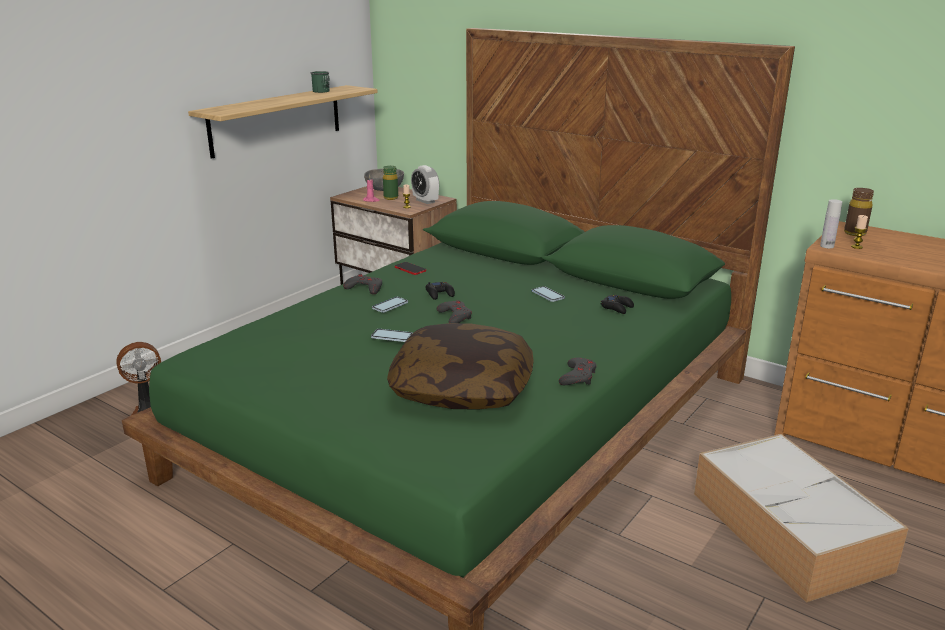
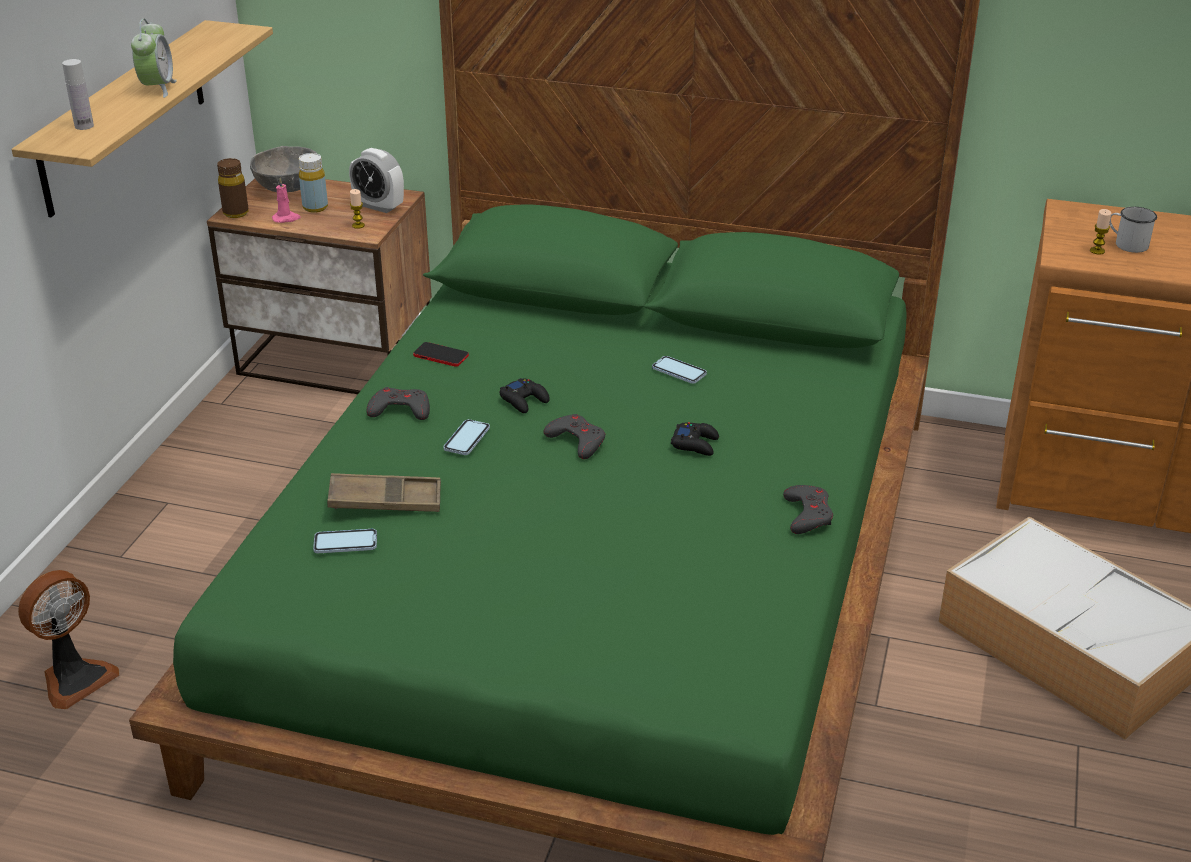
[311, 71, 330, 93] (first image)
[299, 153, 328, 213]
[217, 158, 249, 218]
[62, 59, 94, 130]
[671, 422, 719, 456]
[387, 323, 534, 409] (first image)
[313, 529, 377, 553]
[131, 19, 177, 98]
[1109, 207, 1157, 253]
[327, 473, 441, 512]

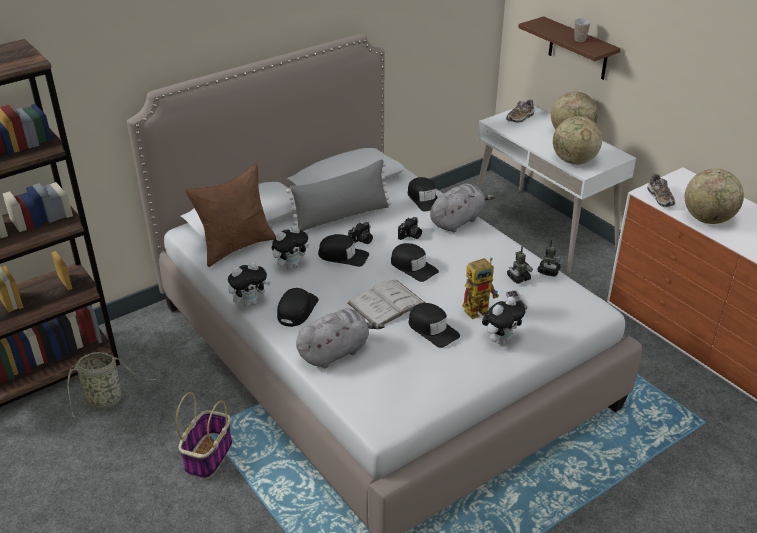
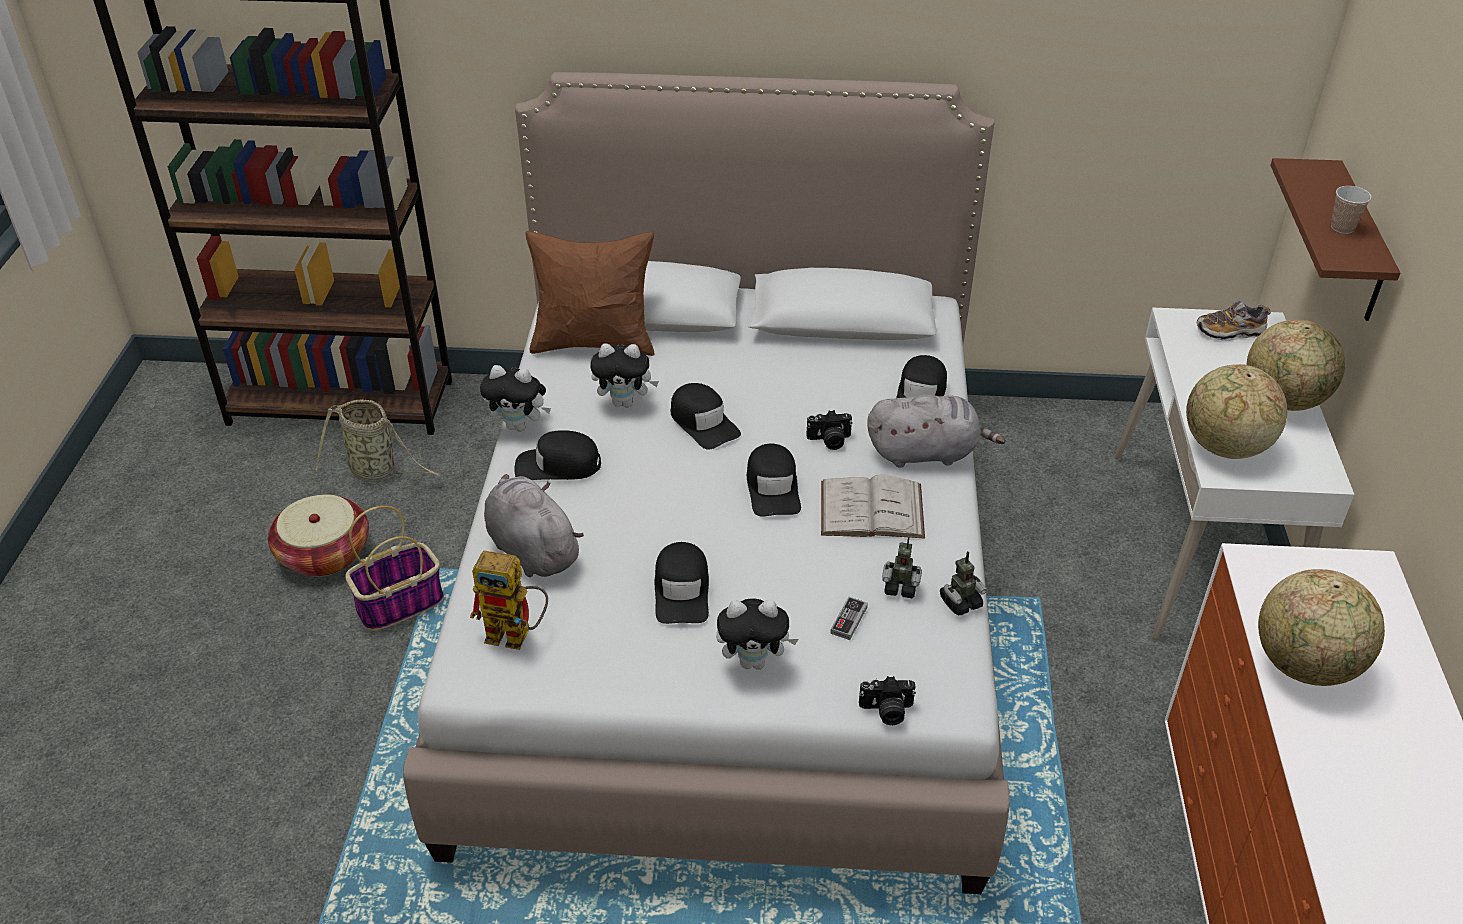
[286, 159, 391, 231] (first image)
[647, 173, 675, 207] (first image)
[859, 676, 916, 725]
[470, 551, 548, 650]
[821, 474, 925, 539]
[515, 430, 601, 480]
[484, 474, 584, 577]
[268, 494, 369, 577]

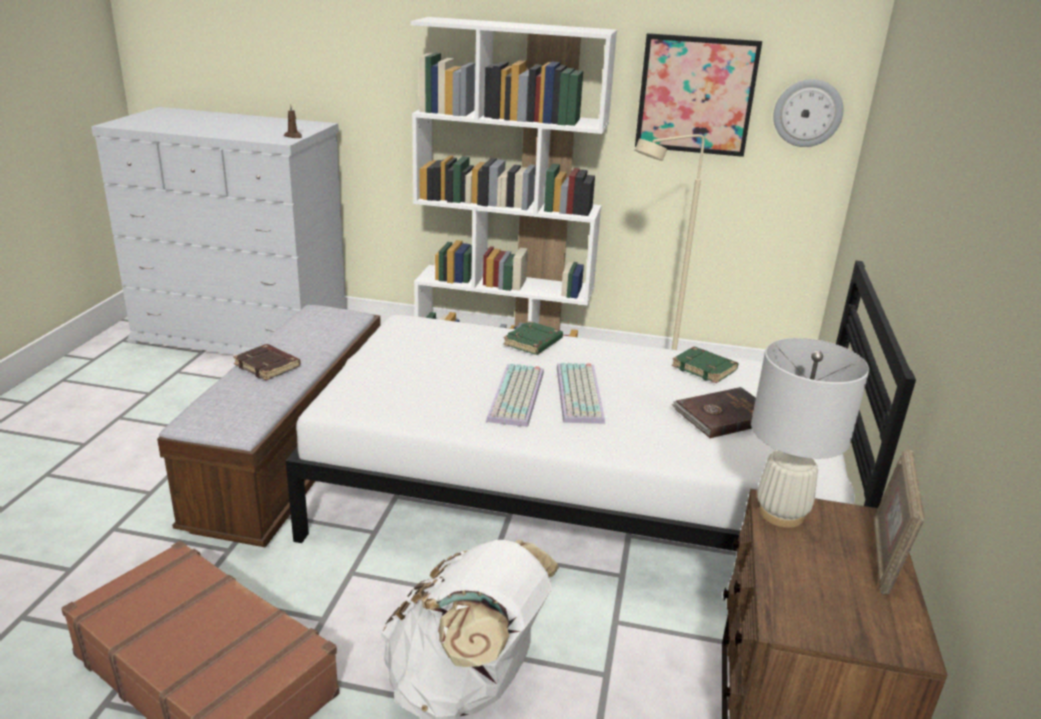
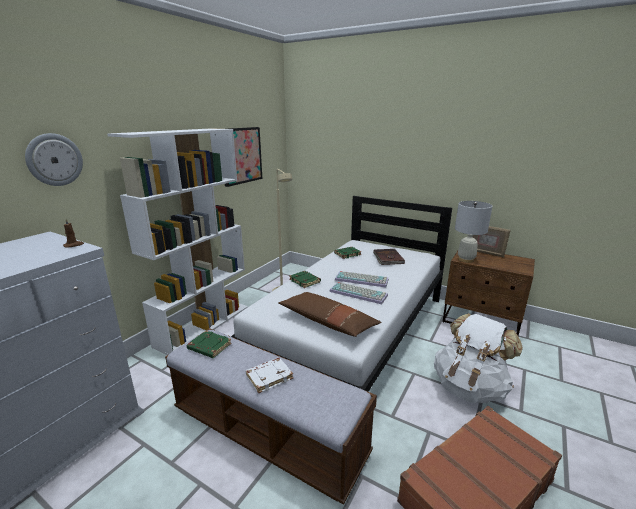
[25, 133, 83, 186]
[246, 357, 293, 393]
[278, 292, 381, 337]
[187, 331, 232, 358]

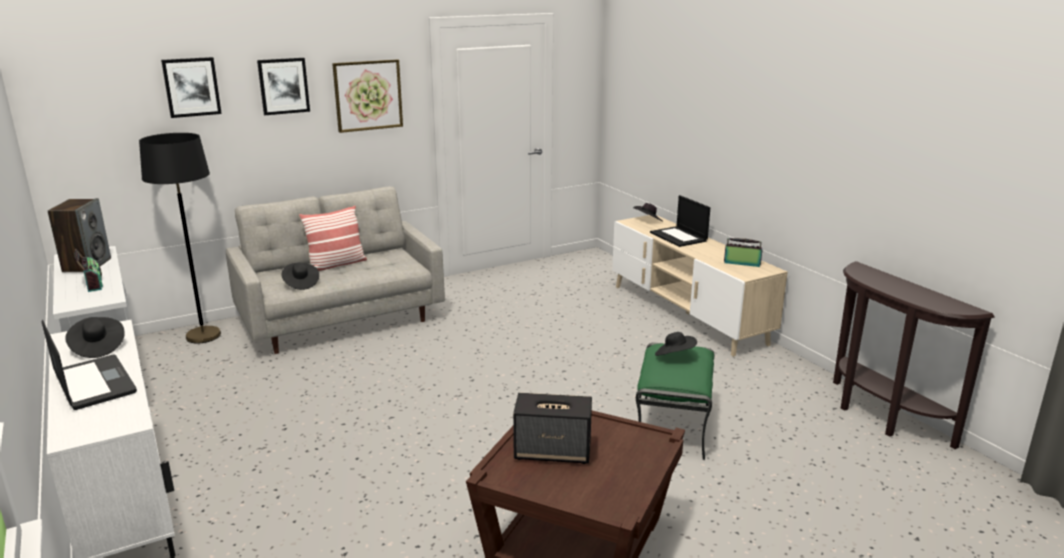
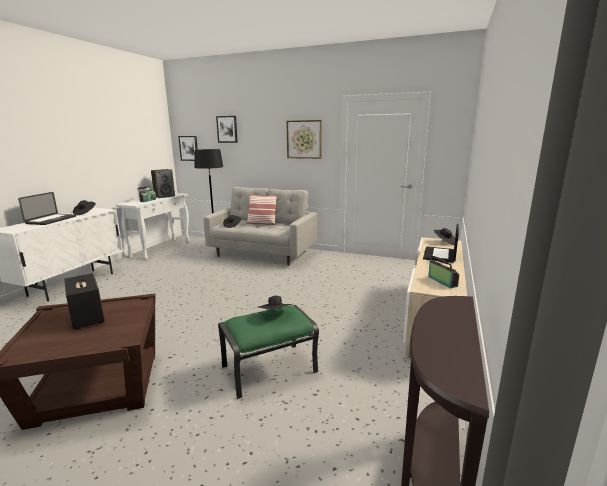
[178, 136, 198, 161]

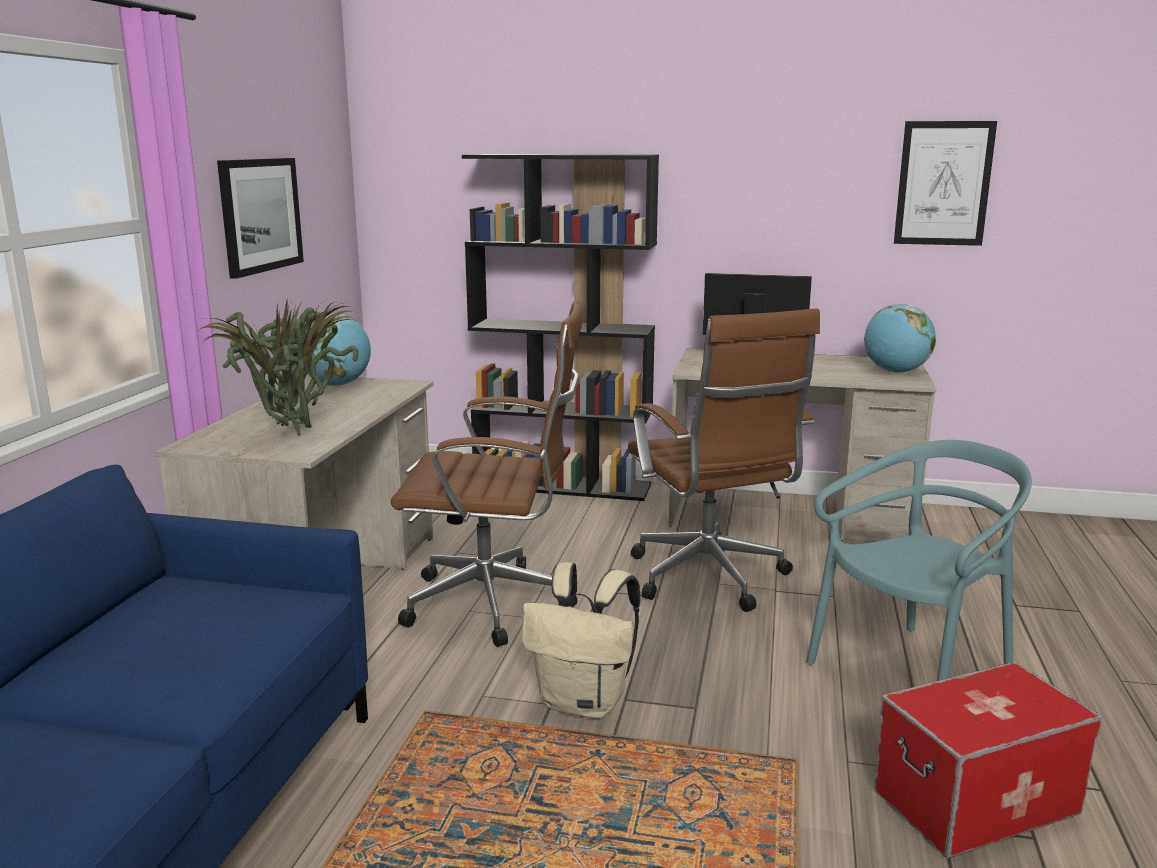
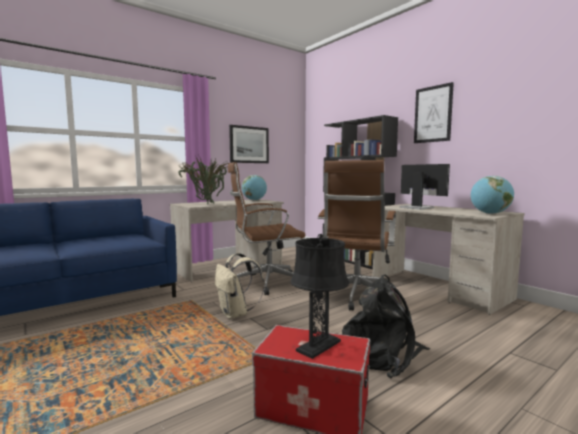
[414, 82, 454, 143]
[228, 162, 305, 295]
[342, 274, 430, 378]
[290, 234, 349, 359]

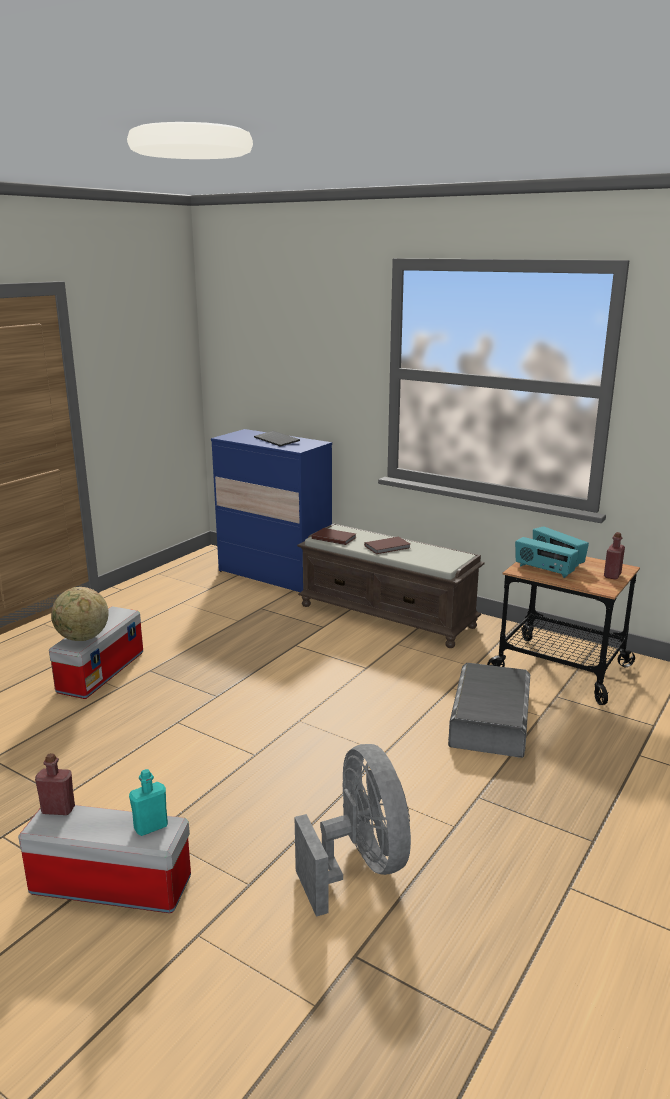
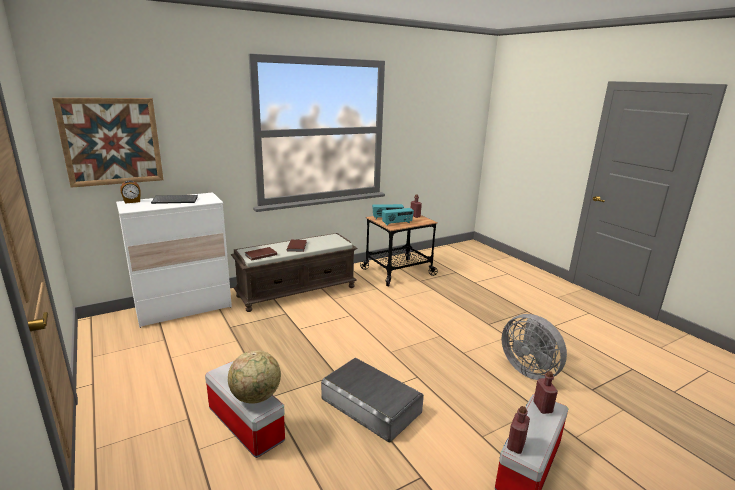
[116, 192, 232, 328]
[321, 358, 424, 442]
[501, 314, 567, 380]
[533, 371, 558, 414]
[52, 98, 163, 188]
[120, 181, 141, 204]

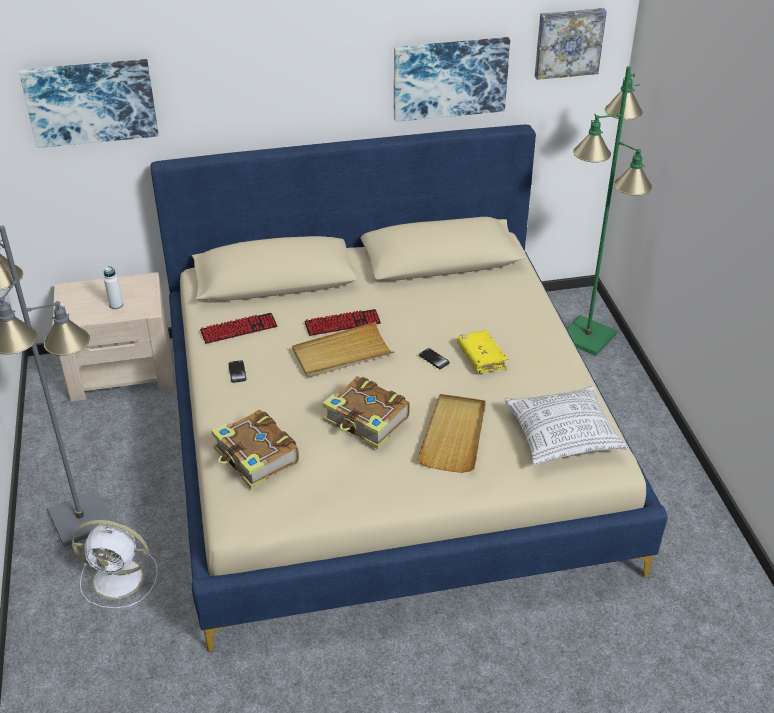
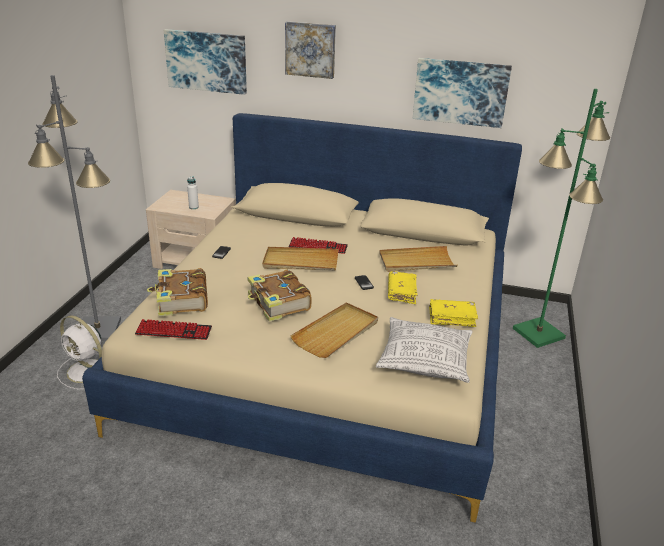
[285, 21, 336, 79]
[135, 319, 212, 340]
[379, 246, 458, 272]
[429, 299, 478, 327]

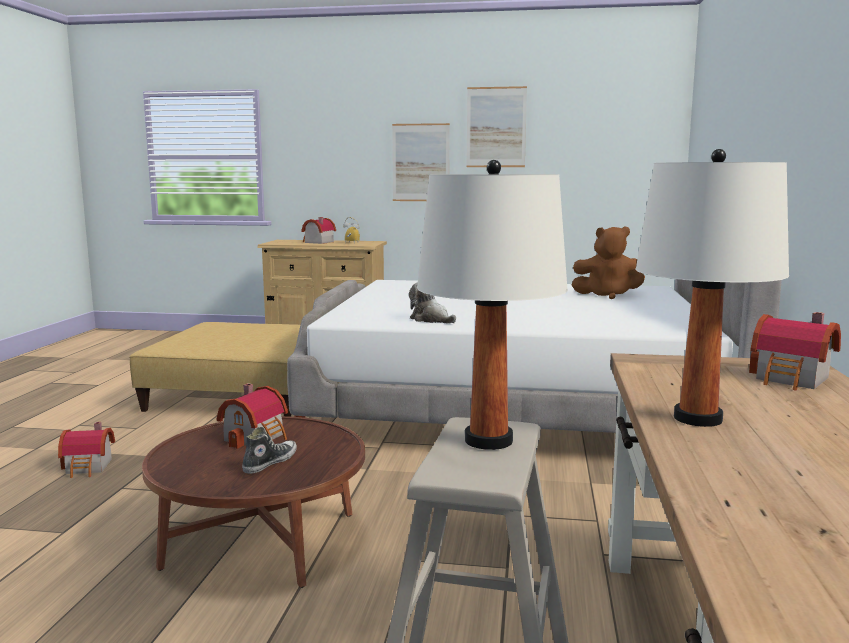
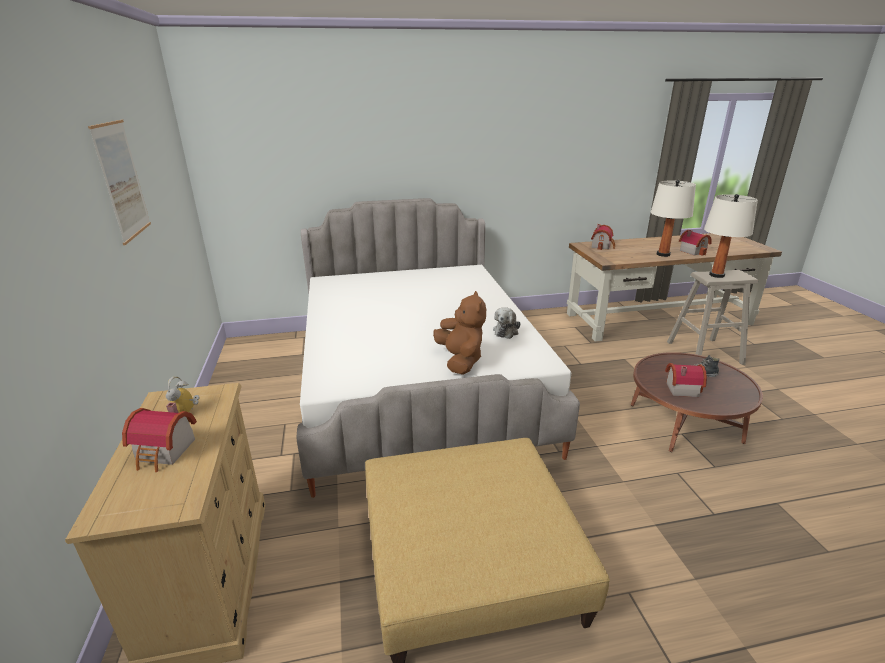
[392, 123, 450, 201] (first image)
[433, 291, 486, 375]
[679, 230, 712, 256]

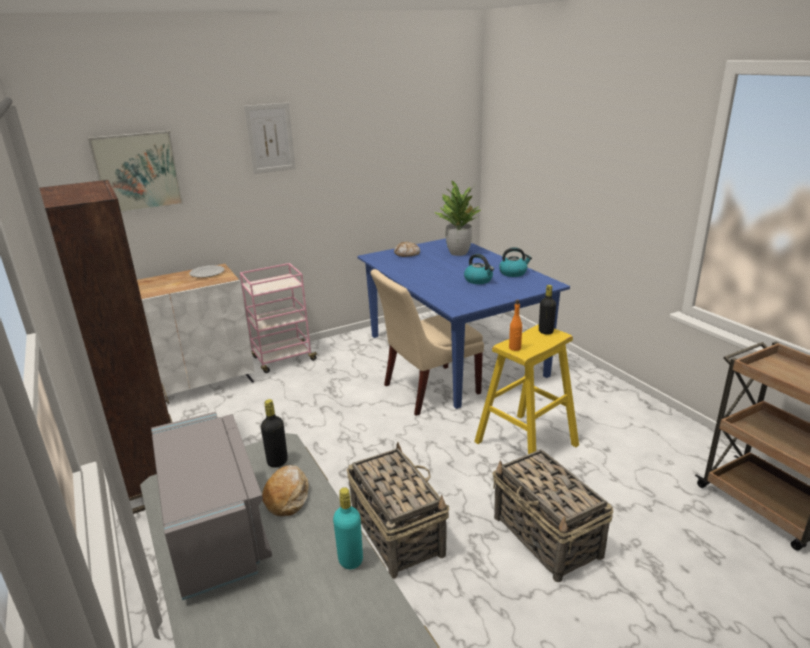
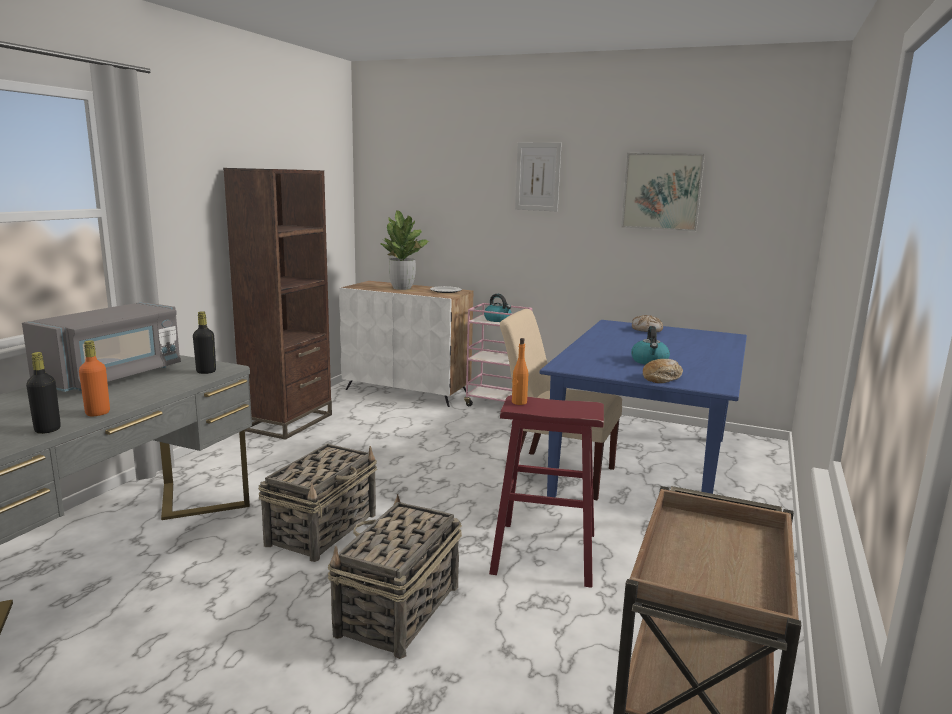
[621, 153, 705, 231]
[380, 210, 429, 290]
[484, 294, 512, 322]
[26, 352, 61, 434]
[489, 395, 604, 588]
[643, 359, 683, 383]
[79, 340, 110, 416]

